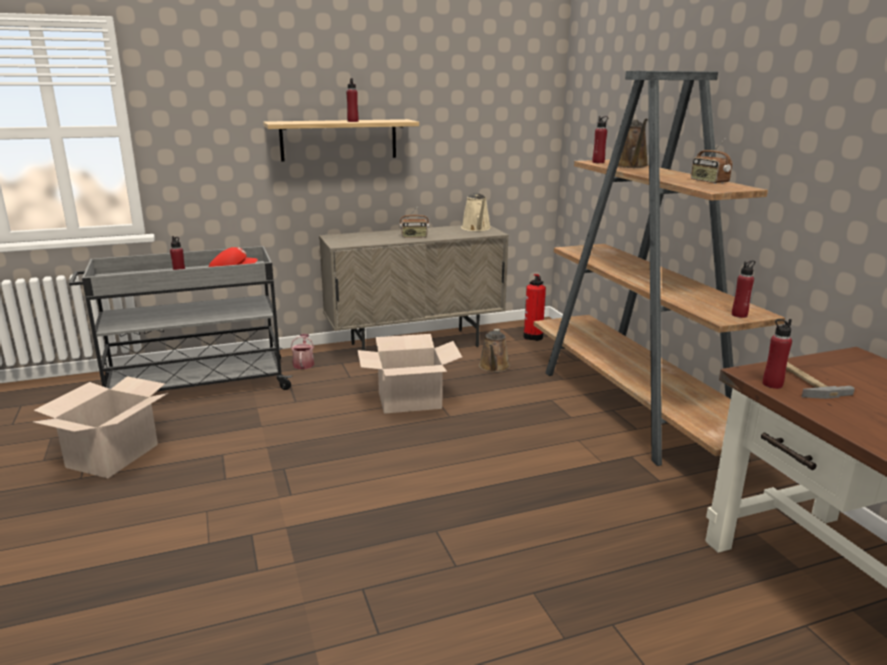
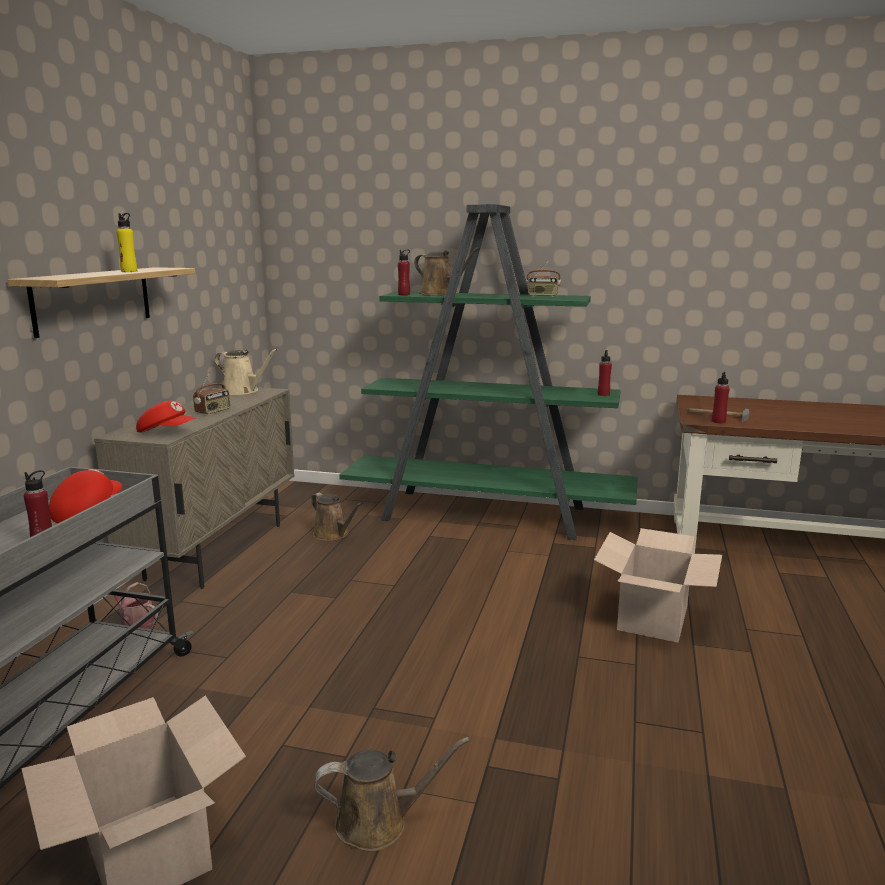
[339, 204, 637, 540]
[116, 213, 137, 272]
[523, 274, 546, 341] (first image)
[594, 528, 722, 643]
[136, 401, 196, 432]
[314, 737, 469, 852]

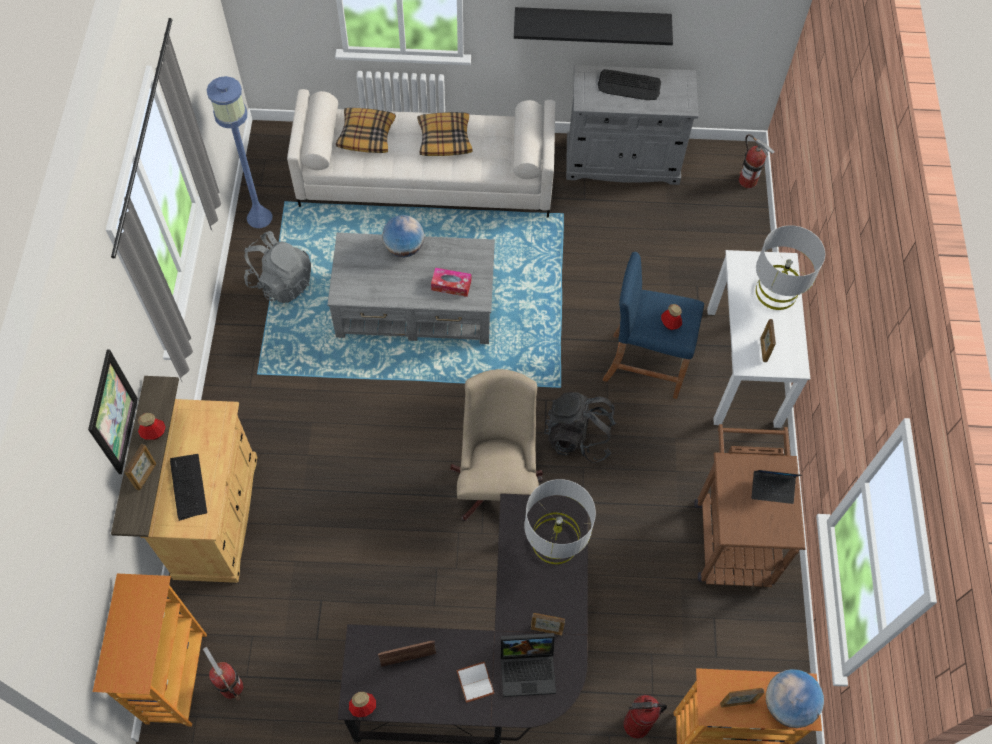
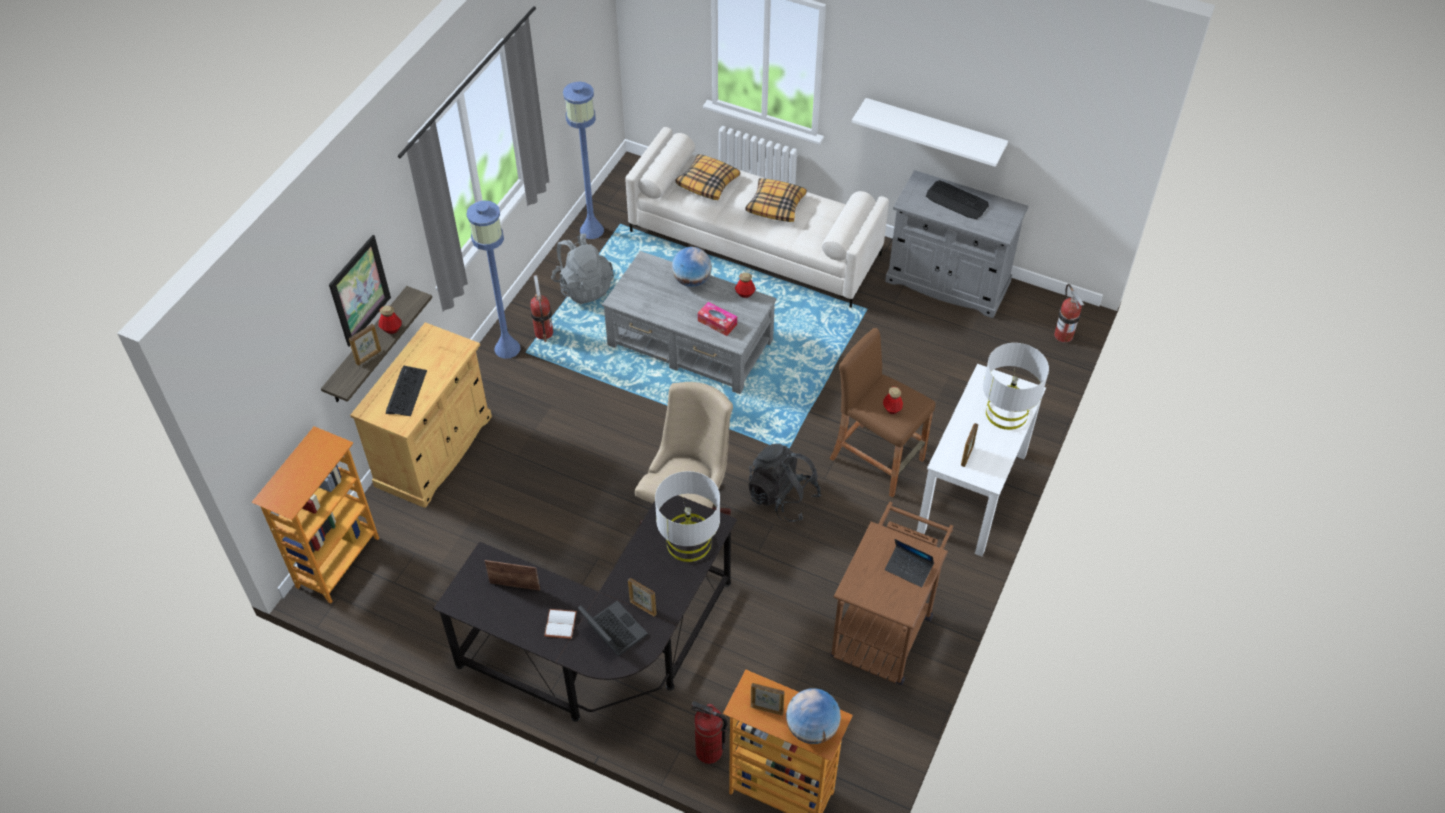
[852, 98, 1008, 167]
[830, 328, 936, 498]
[578, 601, 648, 656]
[530, 275, 553, 342]
[735, 273, 756, 298]
[467, 200, 521, 359]

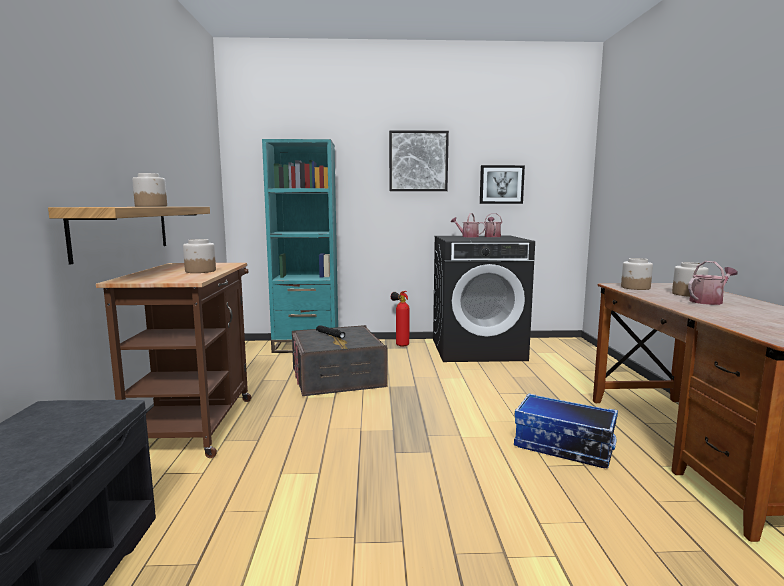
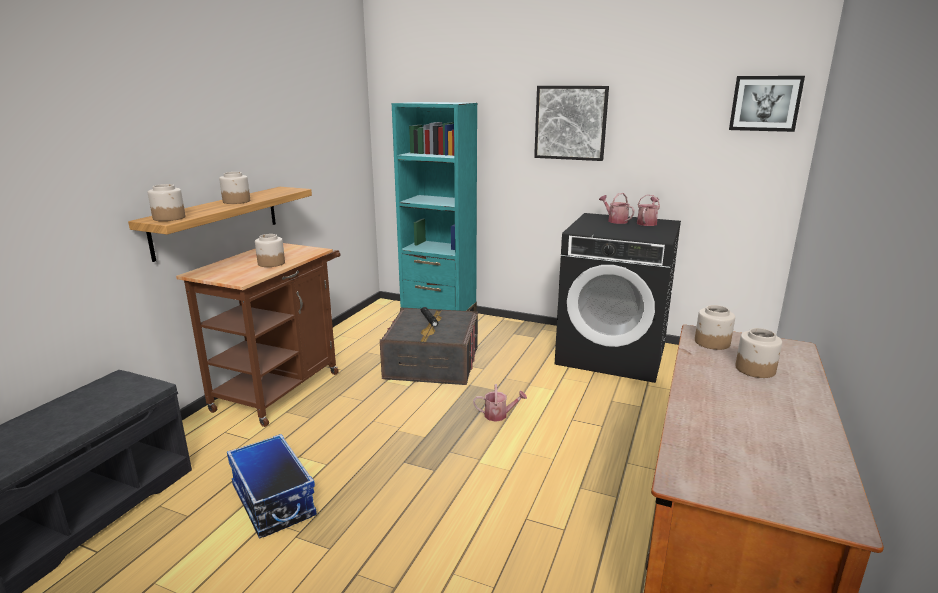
[729, 76, 805, 132]
[473, 384, 527, 422]
[391, 291, 410, 347] (first image)
[227, 434, 317, 538]
[148, 184, 185, 221]

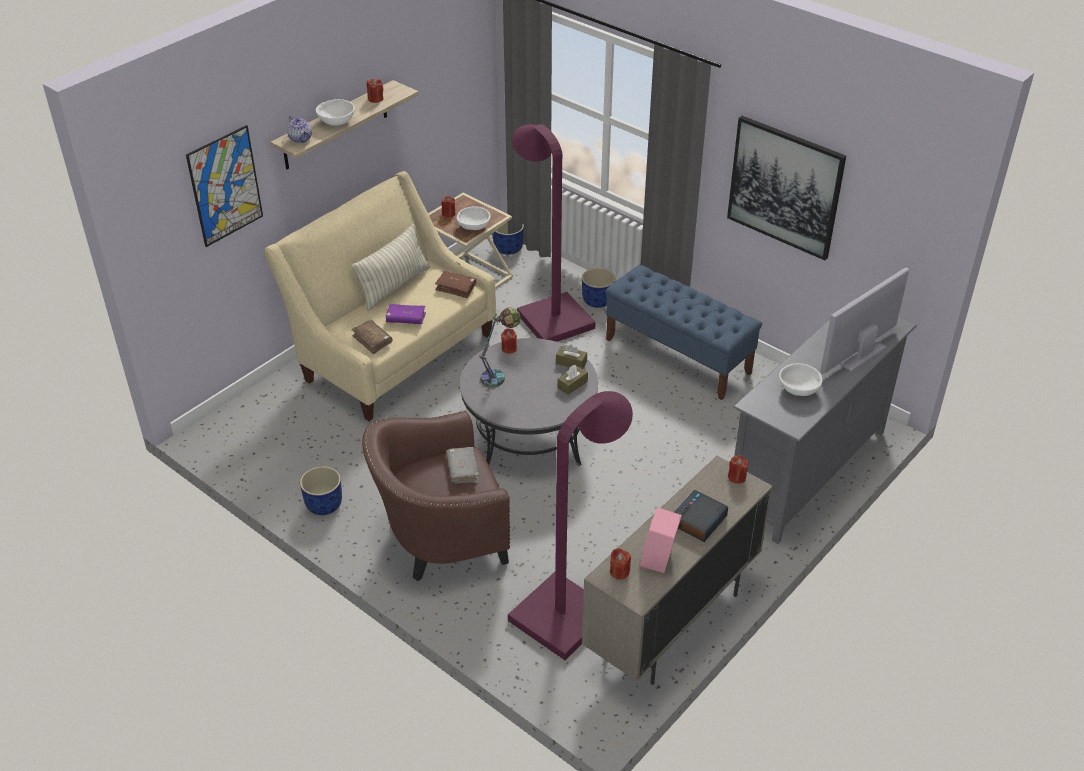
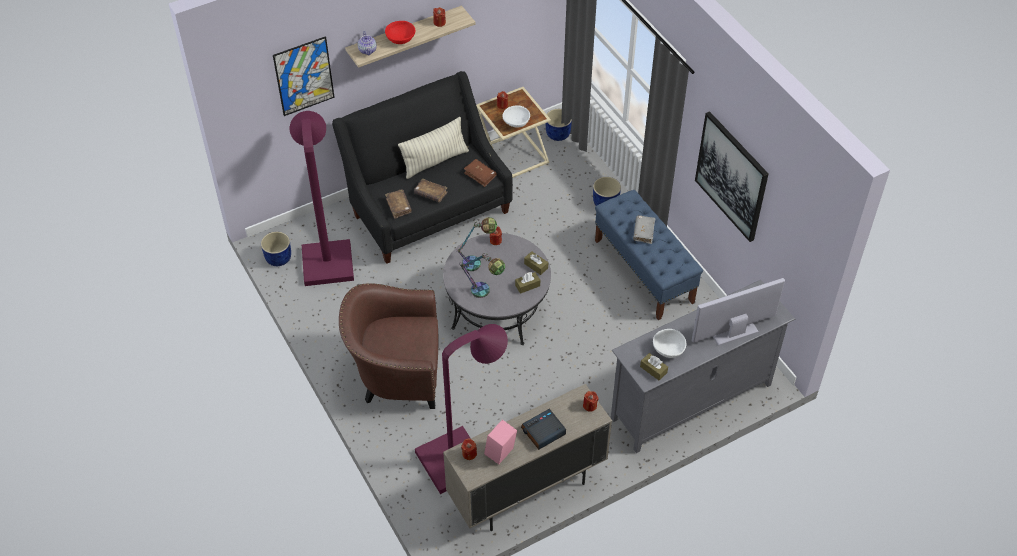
[385, 21, 415, 44]
[290, 111, 354, 286]
[332, 71, 513, 264]
[414, 179, 448, 202]
[633, 215, 655, 244]
[261, 232, 291, 266]
[459, 253, 505, 298]
[640, 353, 668, 380]

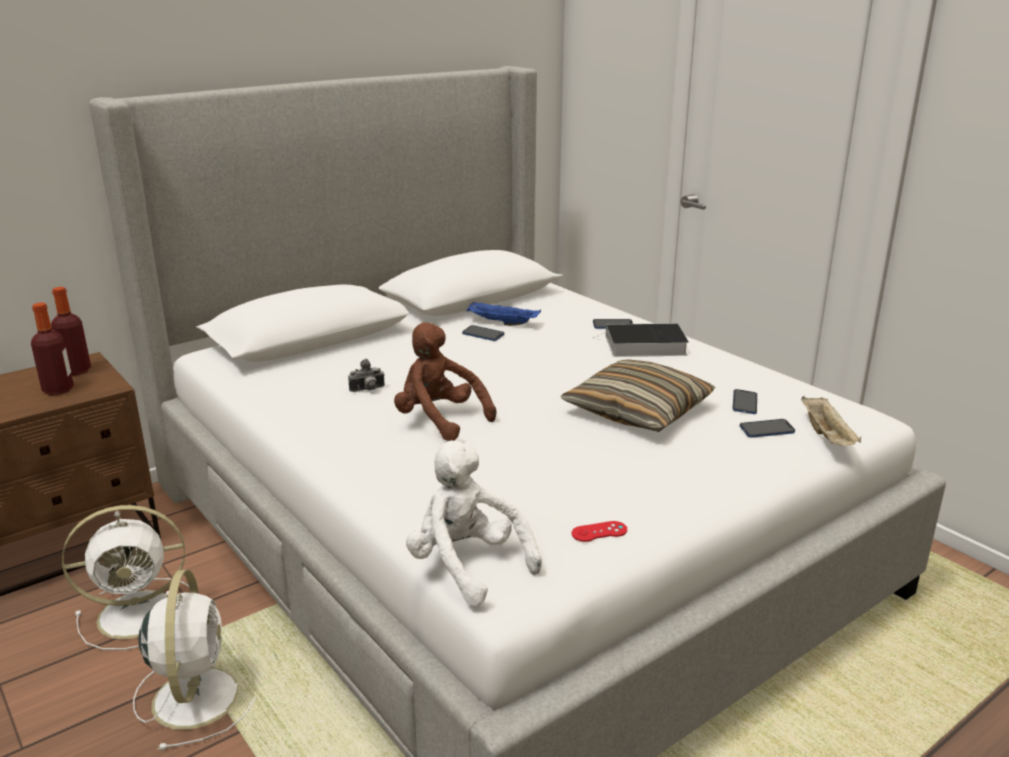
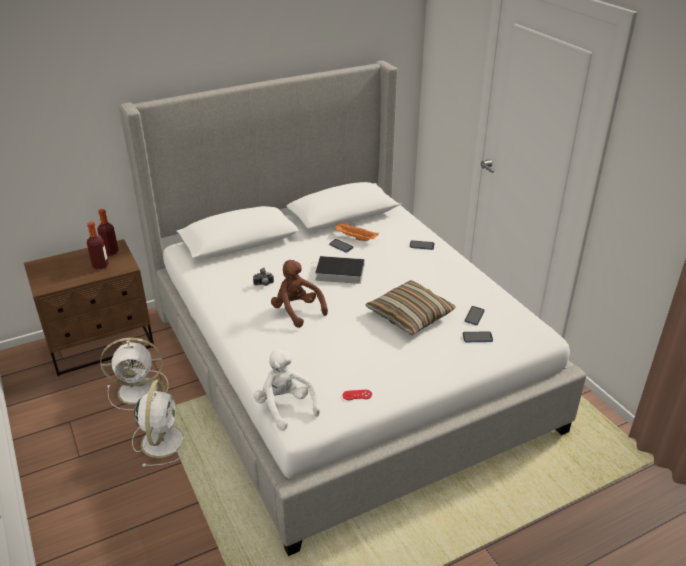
[334, 223, 379, 241]
[311, 256, 364, 284]
[801, 396, 861, 446] (first image)

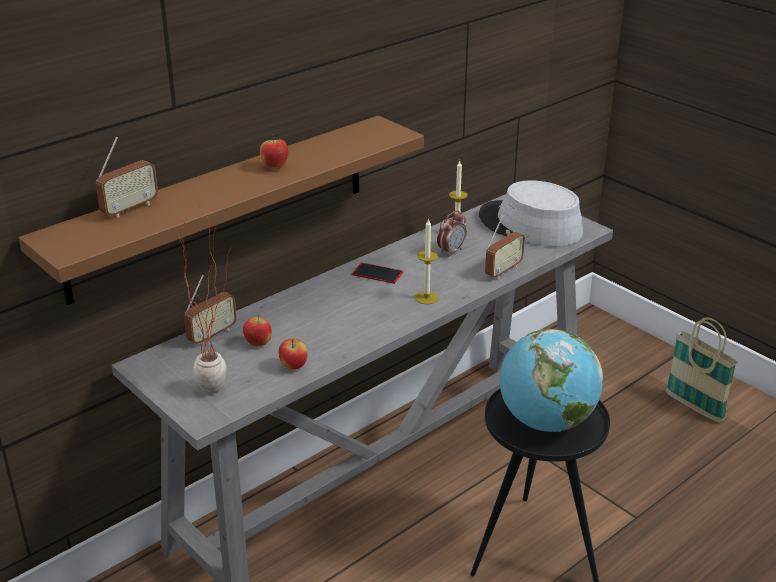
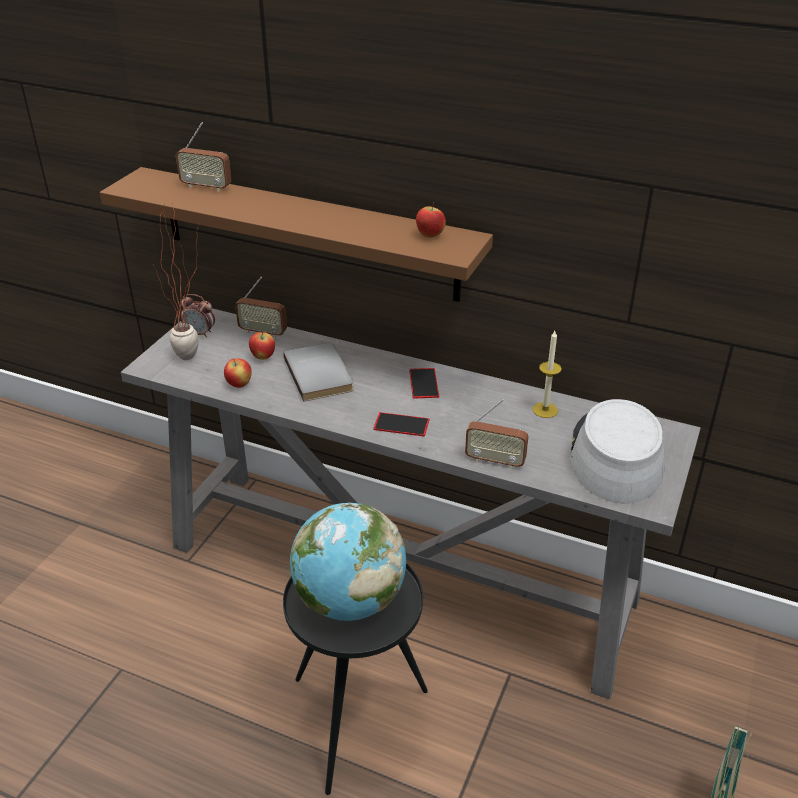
[416, 202, 446, 238]
[180, 294, 215, 338]
[373, 412, 430, 436]
[283, 342, 354, 402]

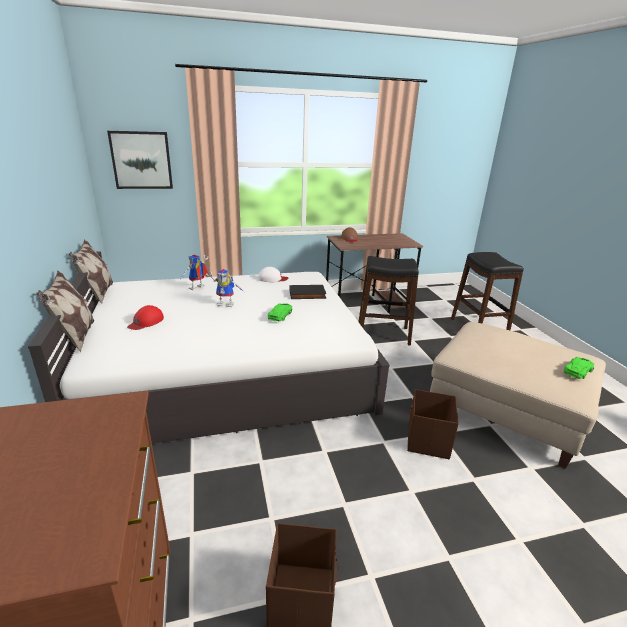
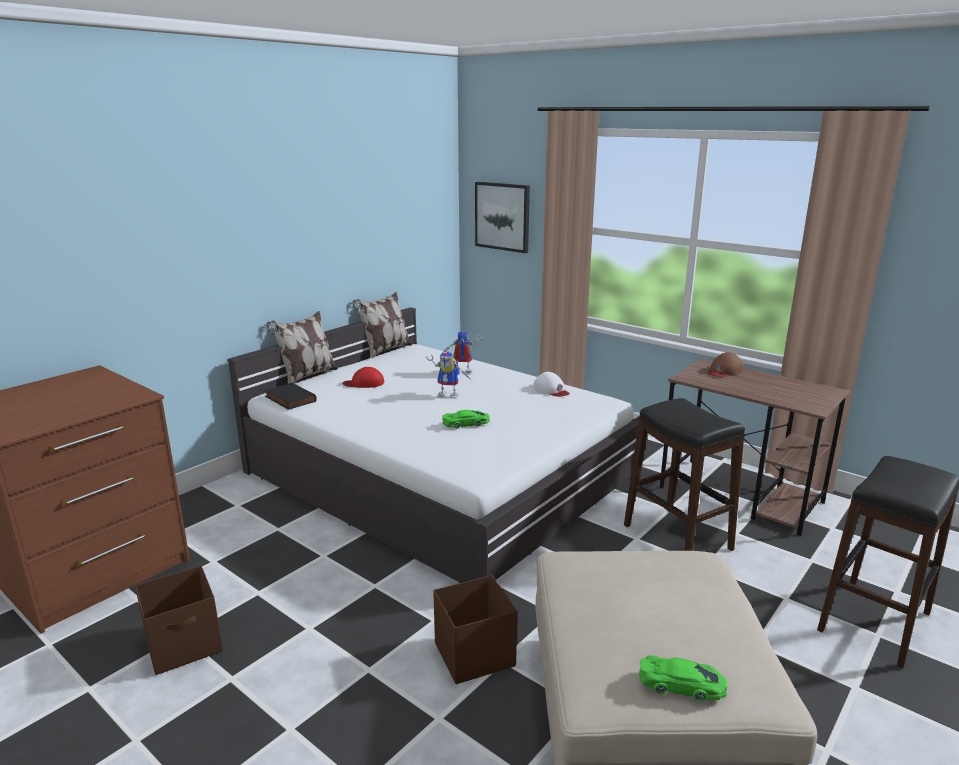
[426, 351, 471, 399]
[265, 382, 317, 410]

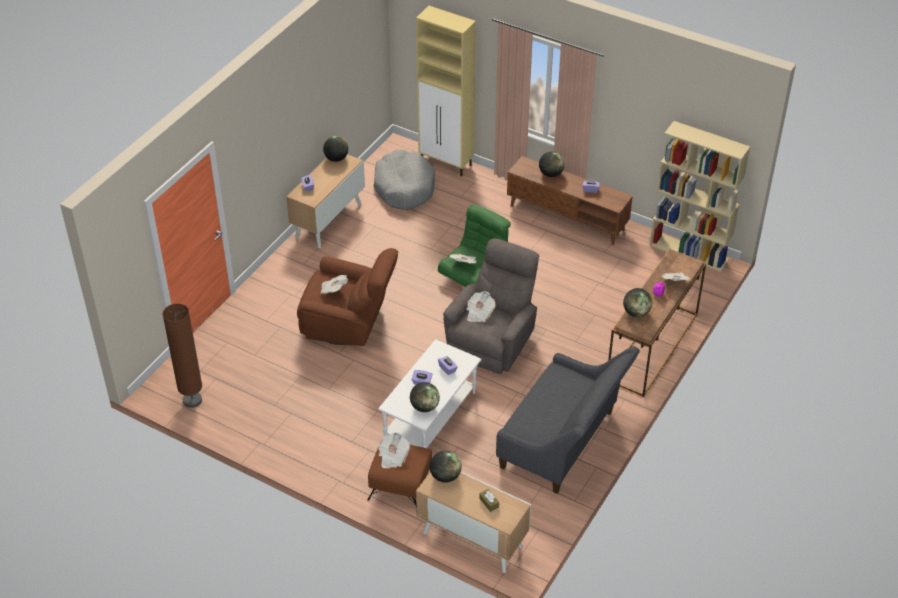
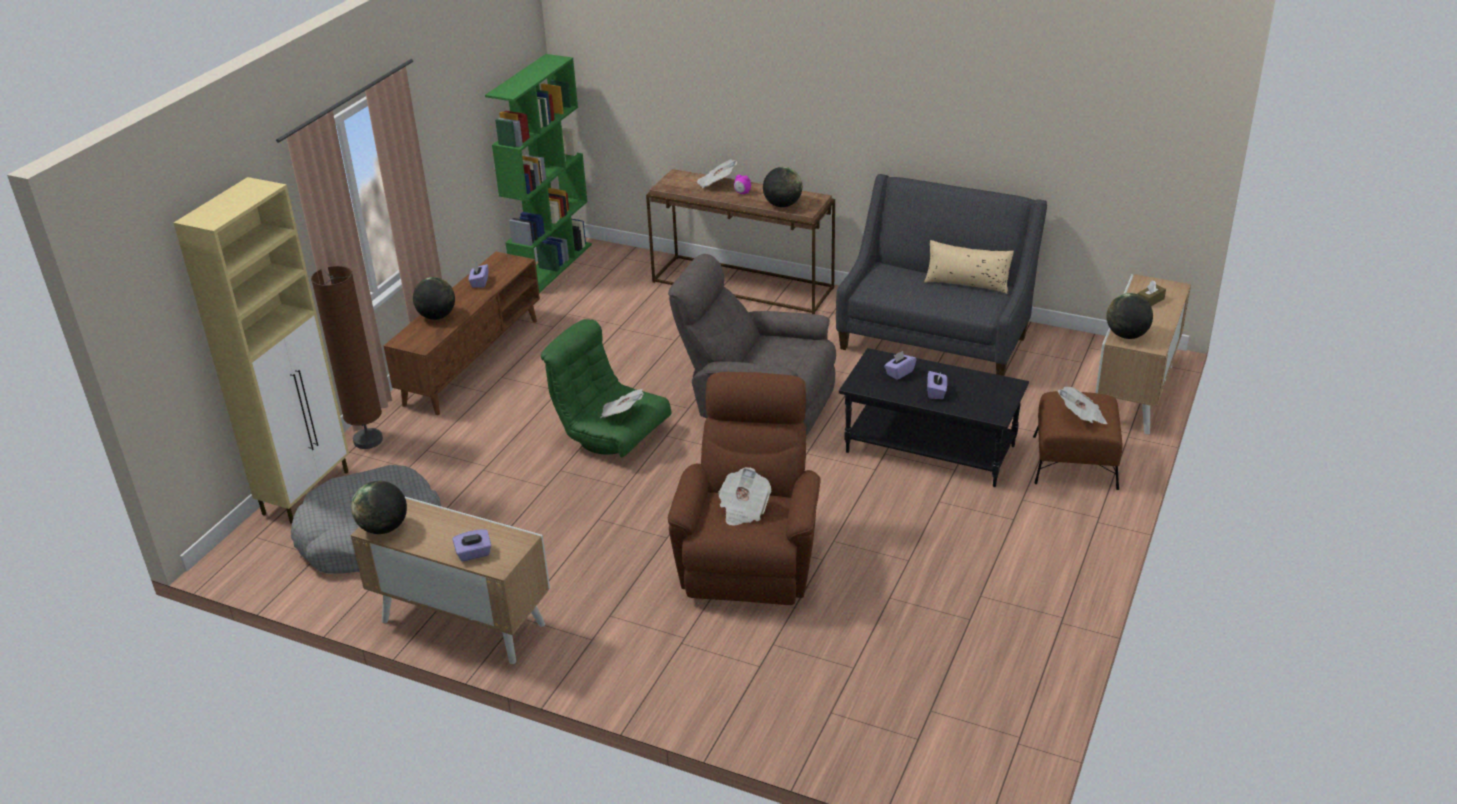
[485, 54, 592, 293]
[466, 291, 495, 322] (first image)
[311, 266, 383, 449]
[839, 348, 1029, 487]
[410, 382, 440, 412] (first image)
[924, 240, 1014, 294]

